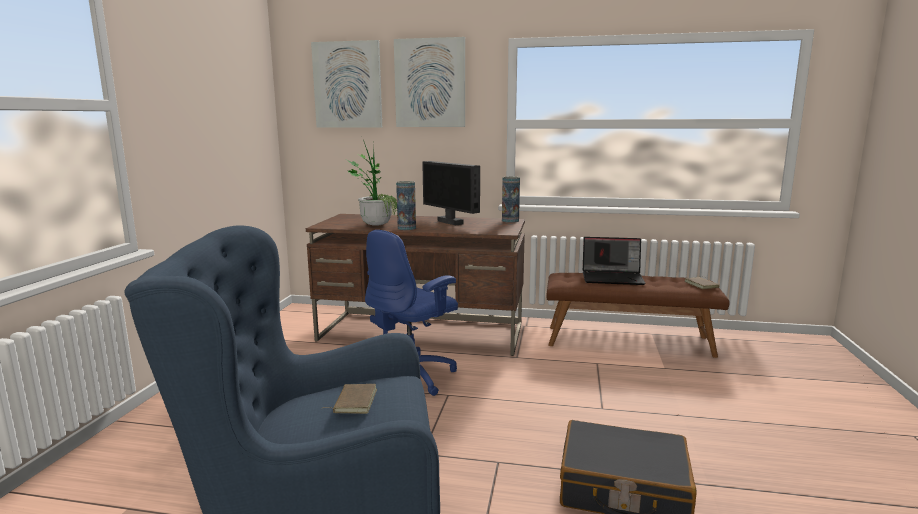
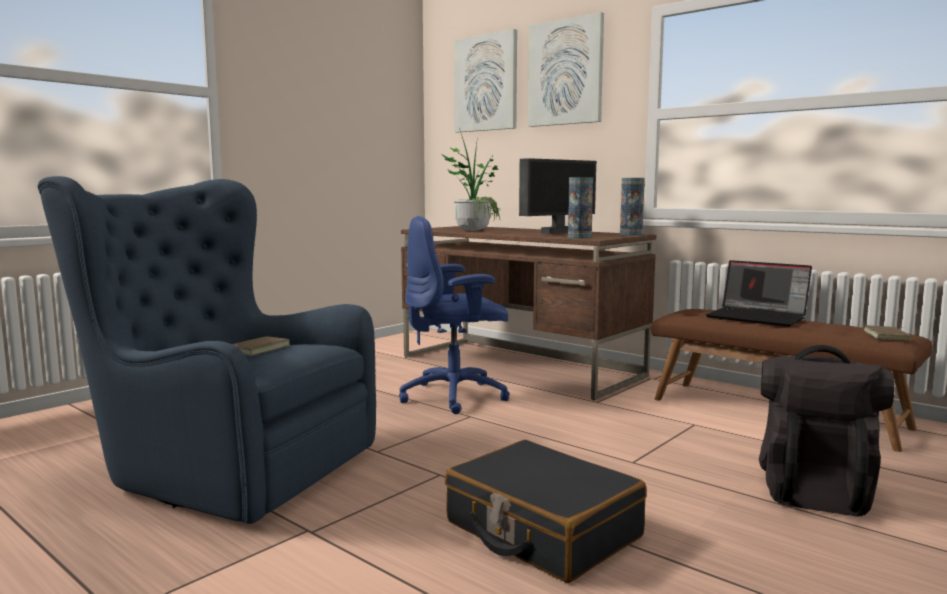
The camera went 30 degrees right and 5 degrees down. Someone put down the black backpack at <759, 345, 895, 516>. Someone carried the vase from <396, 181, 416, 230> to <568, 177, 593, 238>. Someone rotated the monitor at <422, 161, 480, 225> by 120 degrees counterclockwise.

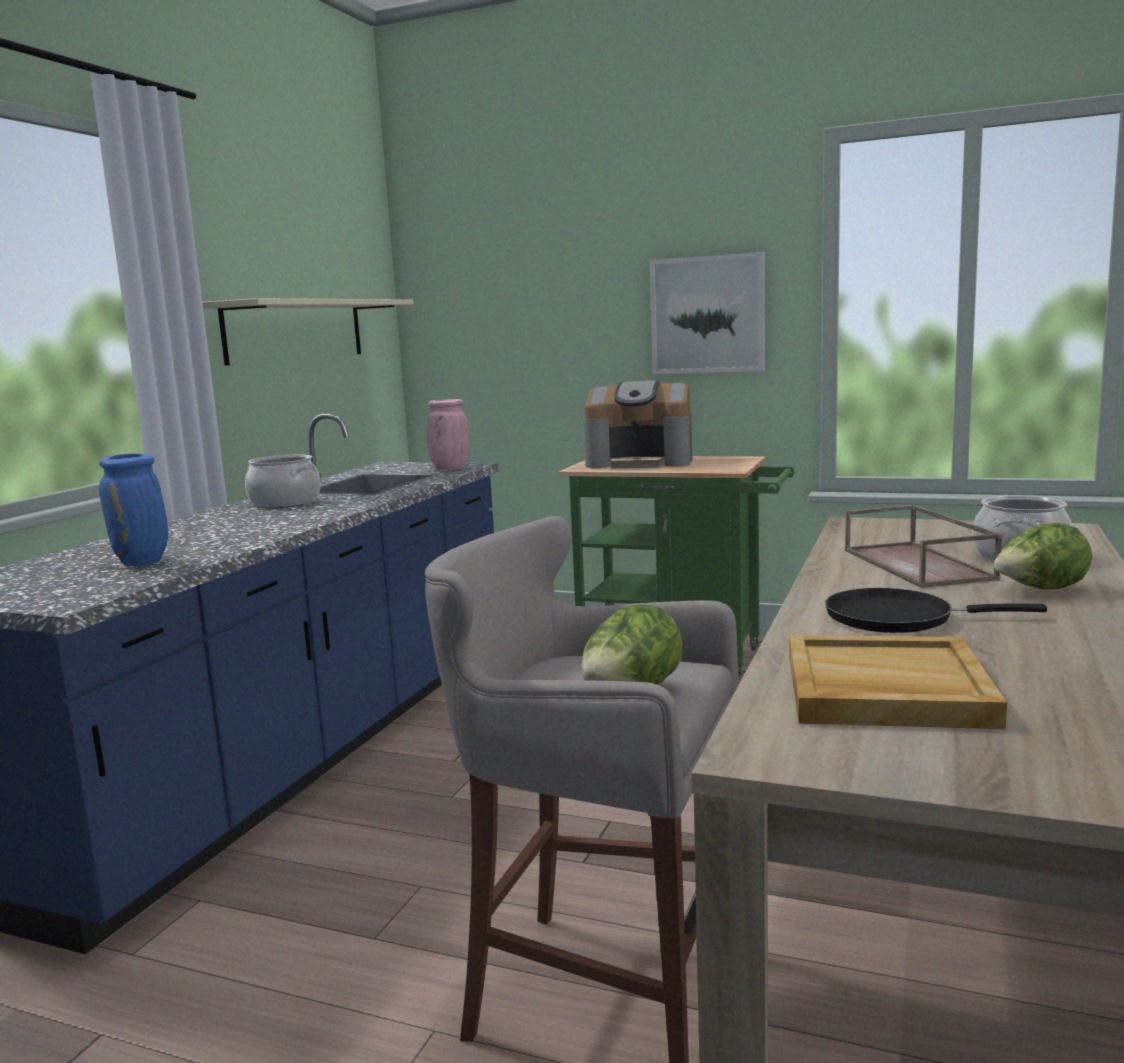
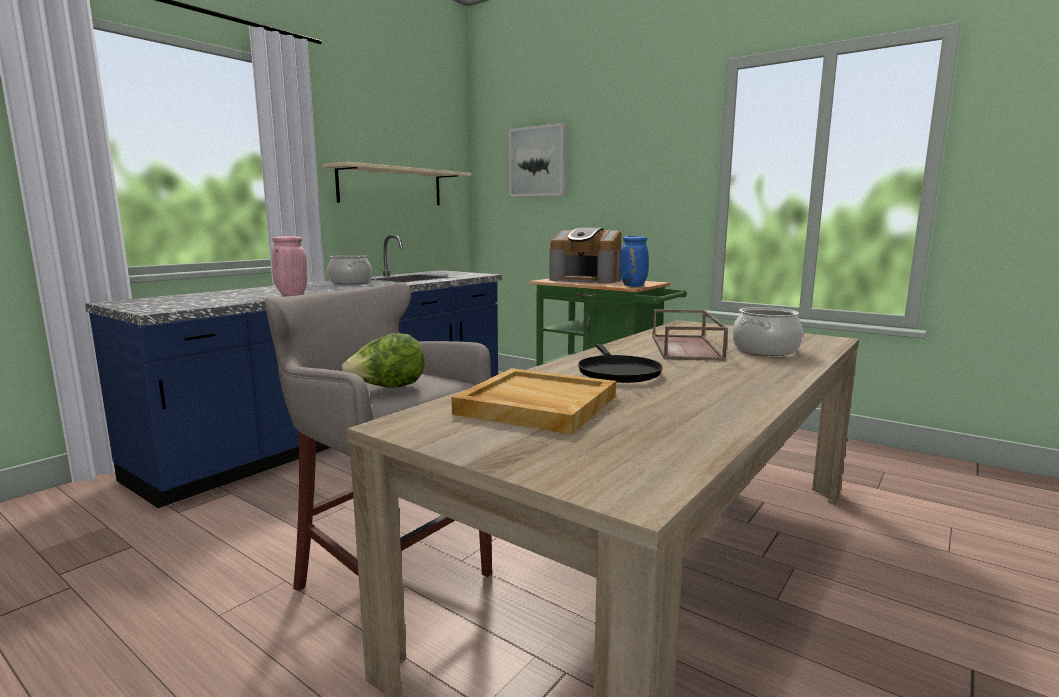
The camera went 15 degrees right and 0 degrees up. Someone took away the lettuce at <994, 523, 1092, 589>. Someone carried the blue vase from <99, 453, 168, 566> to <620, 236, 649, 287>. Someone carried the pink vase from <427, 399, 469, 470> to <272, 236, 307, 296>. Someone carried the picture from <650, 252, 765, 374> to <508, 123, 566, 197>. Someone rotated the black frying pan at <825, 588, 1047, 633> by 120 degrees counterclockwise.

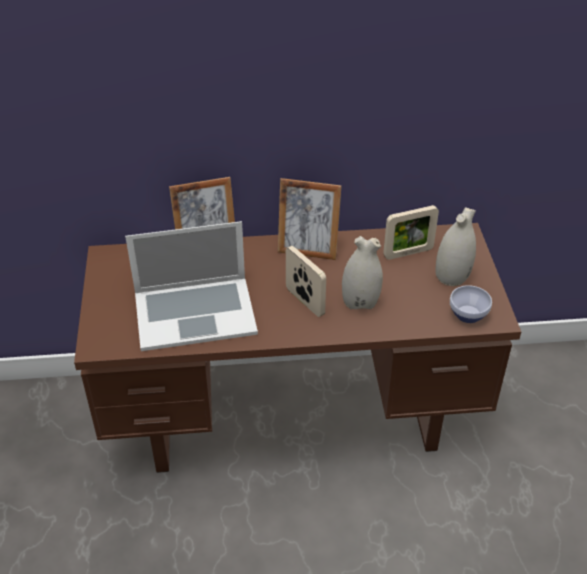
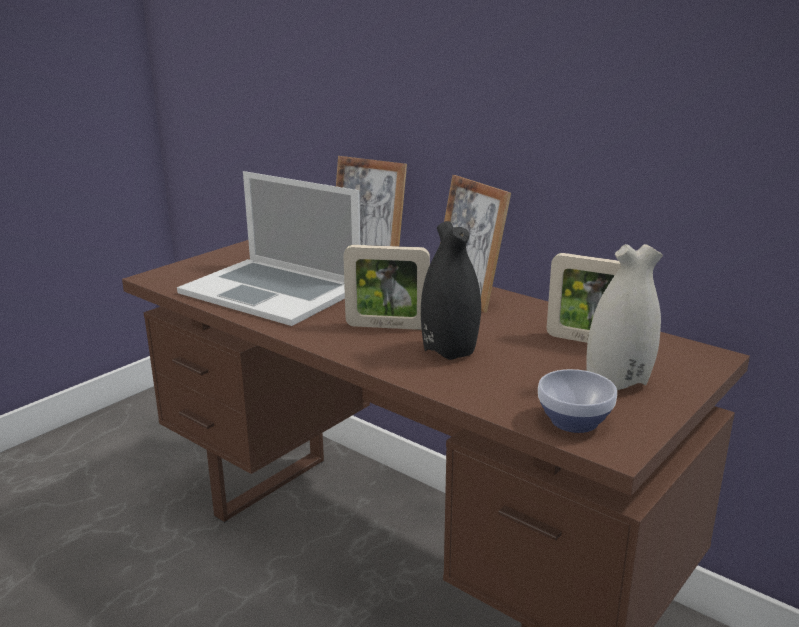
The camera went 45 degrees right and 20 degrees down. Someone repainted the white vase at <342, 236, 383, 309>, which became the black vase at <421, 221, 481, 360>. Someone rotated the picture frame at <286, 246, 326, 317> by 90 degrees clockwise.

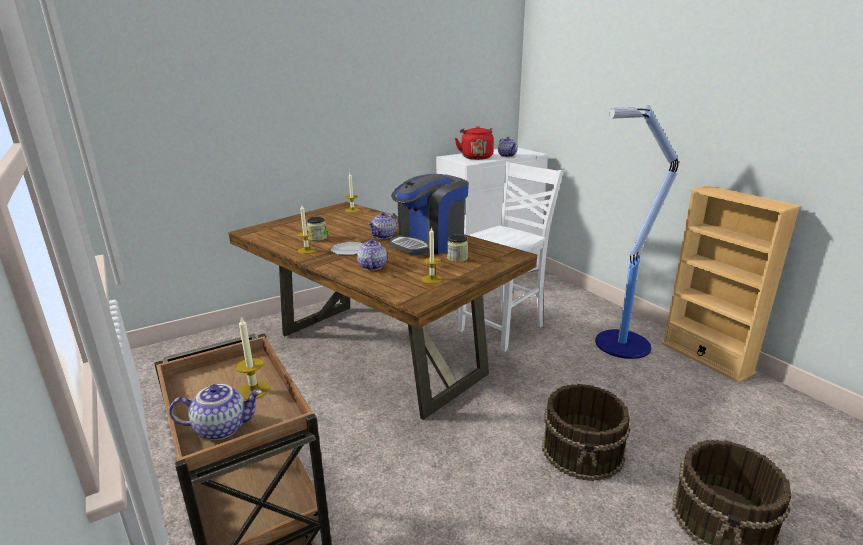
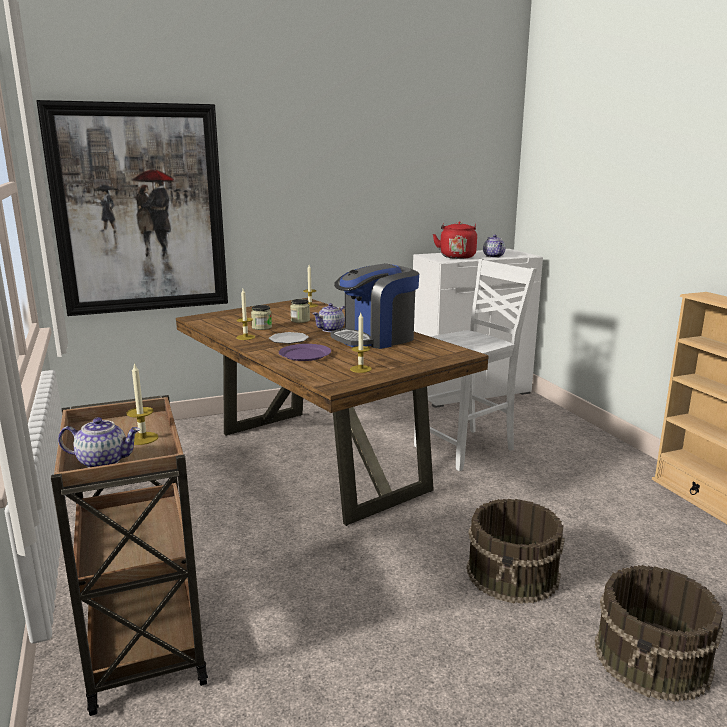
The camera went 10 degrees right and 5 degrees down. Someone took away the floor lamp at <595, 105, 678, 359>. Someone put up the picture at <36, 100, 228, 316>. Someone carried the jar from <447, 235, 468, 262> to <290, 299, 310, 323>. Someone swapped the teapot at <357, 238, 387, 270> for the purple plate at <279, 344, 331, 361>.

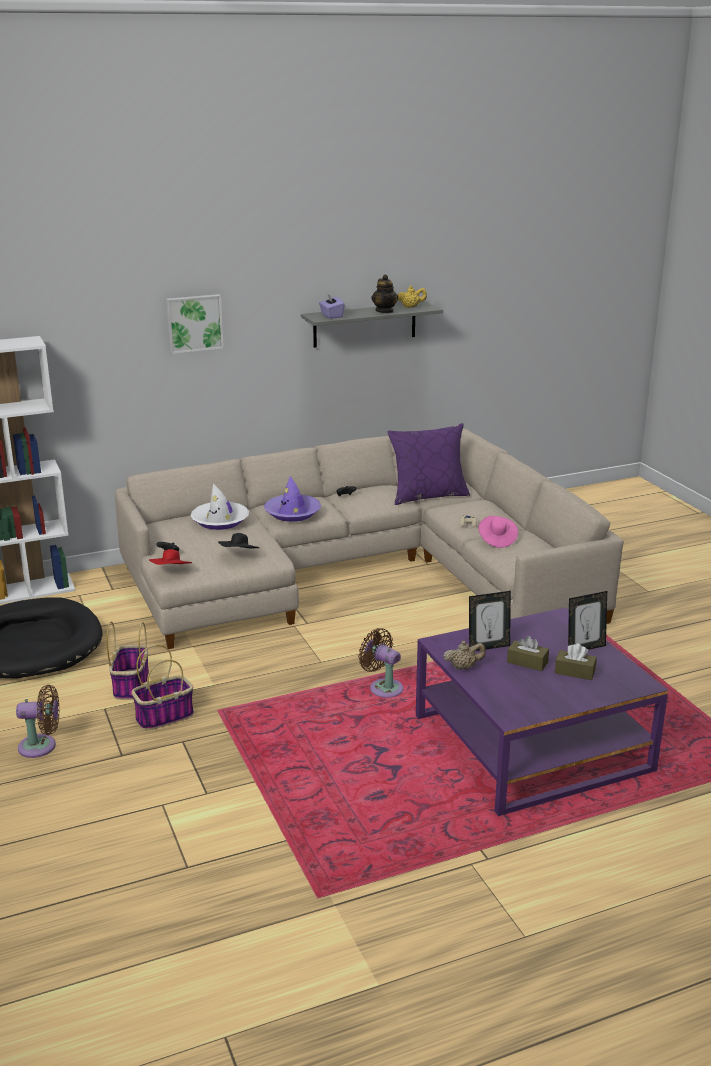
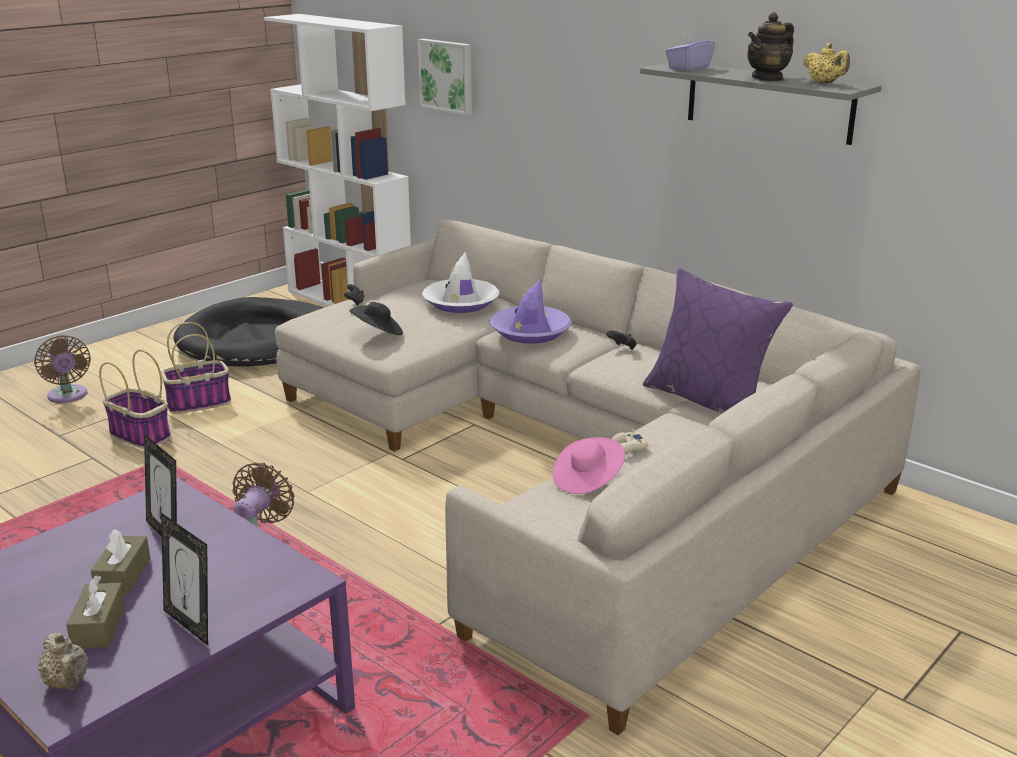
The camera went 65 degrees right and 0 degrees up. Someone took away the red hat at <149, 549, 192, 565>. Someone carried the picture from <166, 294, 224, 354> to <418, 39, 472, 115>. Someone carried the beige teapot from <443, 641, 486, 670> to <38, 633, 88, 690>.

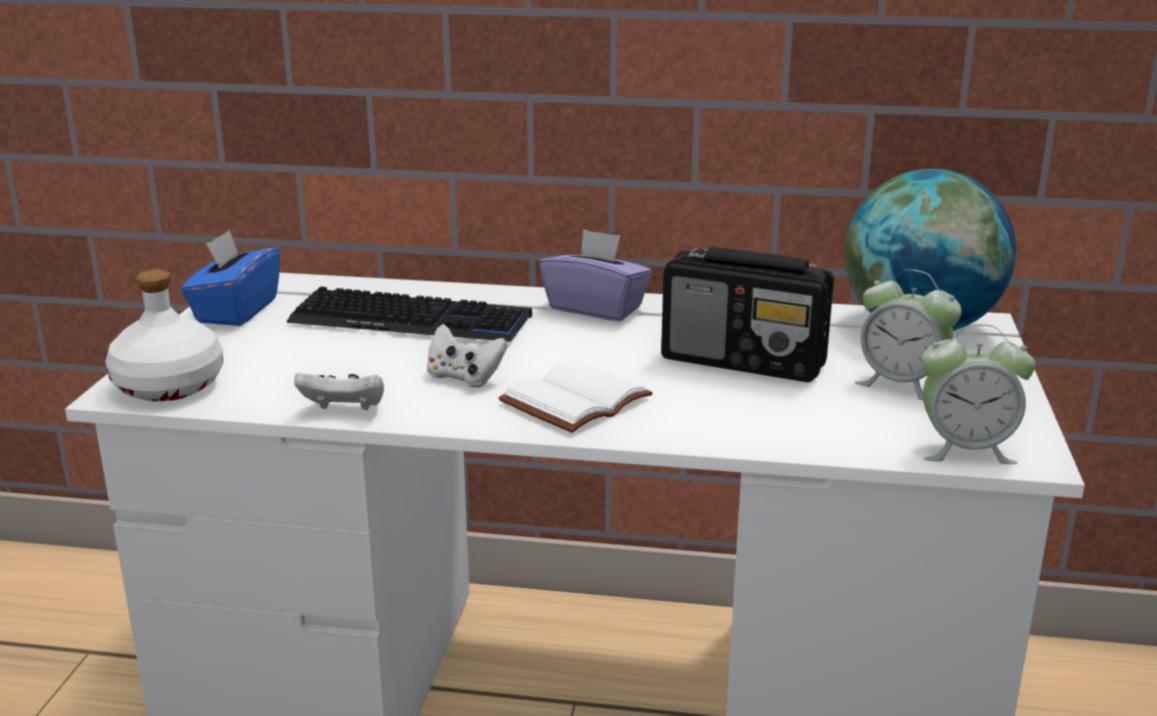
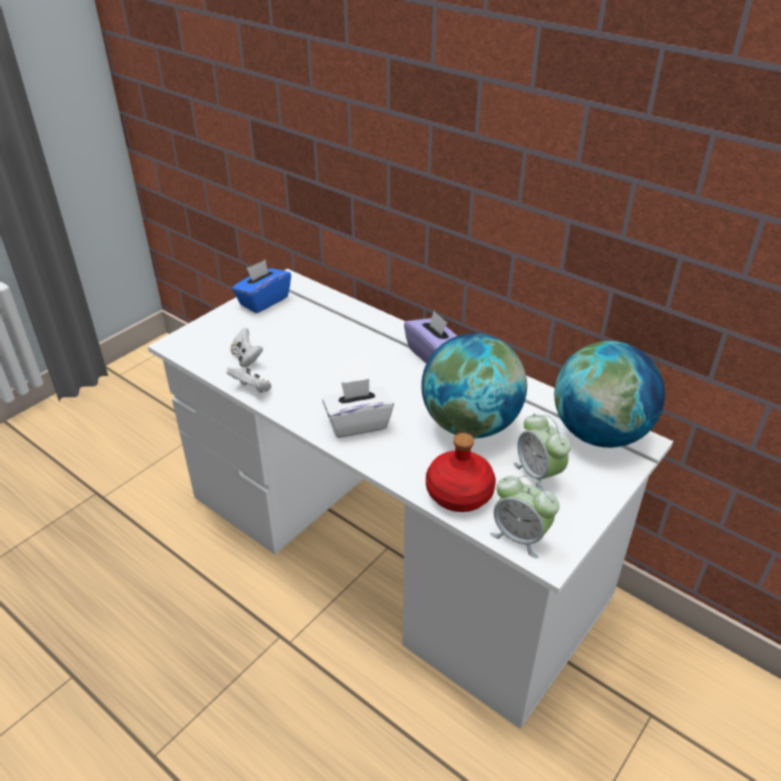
The camera went 30 degrees right and 15 degrees up. Someone took away the white bottle at <106, 269, 223, 402>. Someone took away the keyboard at <286, 287, 532, 342>. Someone put down the red bottle at <426, 433, 496, 512>. Someone carried the white game controller from <427, 324, 508, 387> to <230, 328, 263, 367>. Someone swapped the white book at <499, 360, 653, 433> for the white tissue box at <322, 379, 394, 438>. Someone swapped the radio at <661, 247, 834, 382> for the globe at <421, 333, 527, 438>.

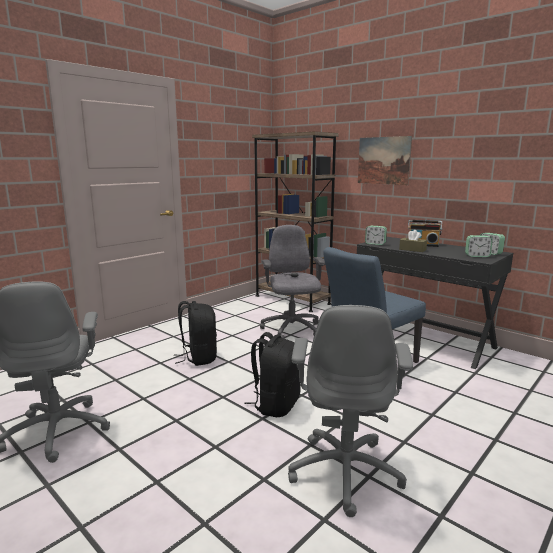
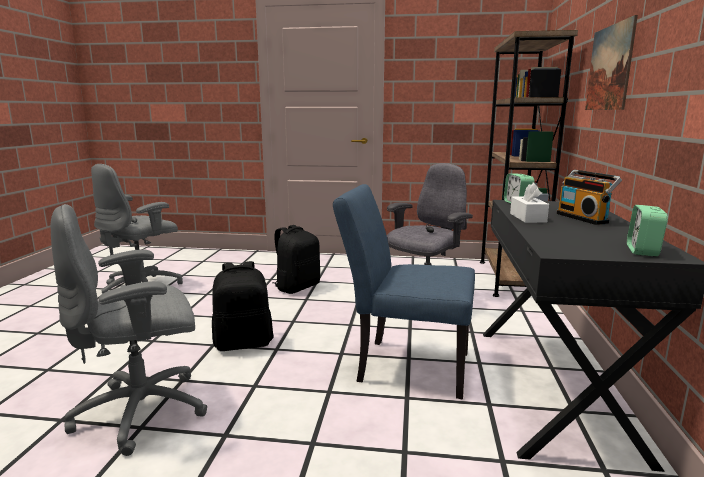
The camera went 55 degrees right and 0 degrees up. Someone took away the alarm clock at <465, 235, 493, 257>. Someone repainted the brown tissue box at <399, 230, 427, 252>, which became the white tissue box at <510, 183, 549, 223>.

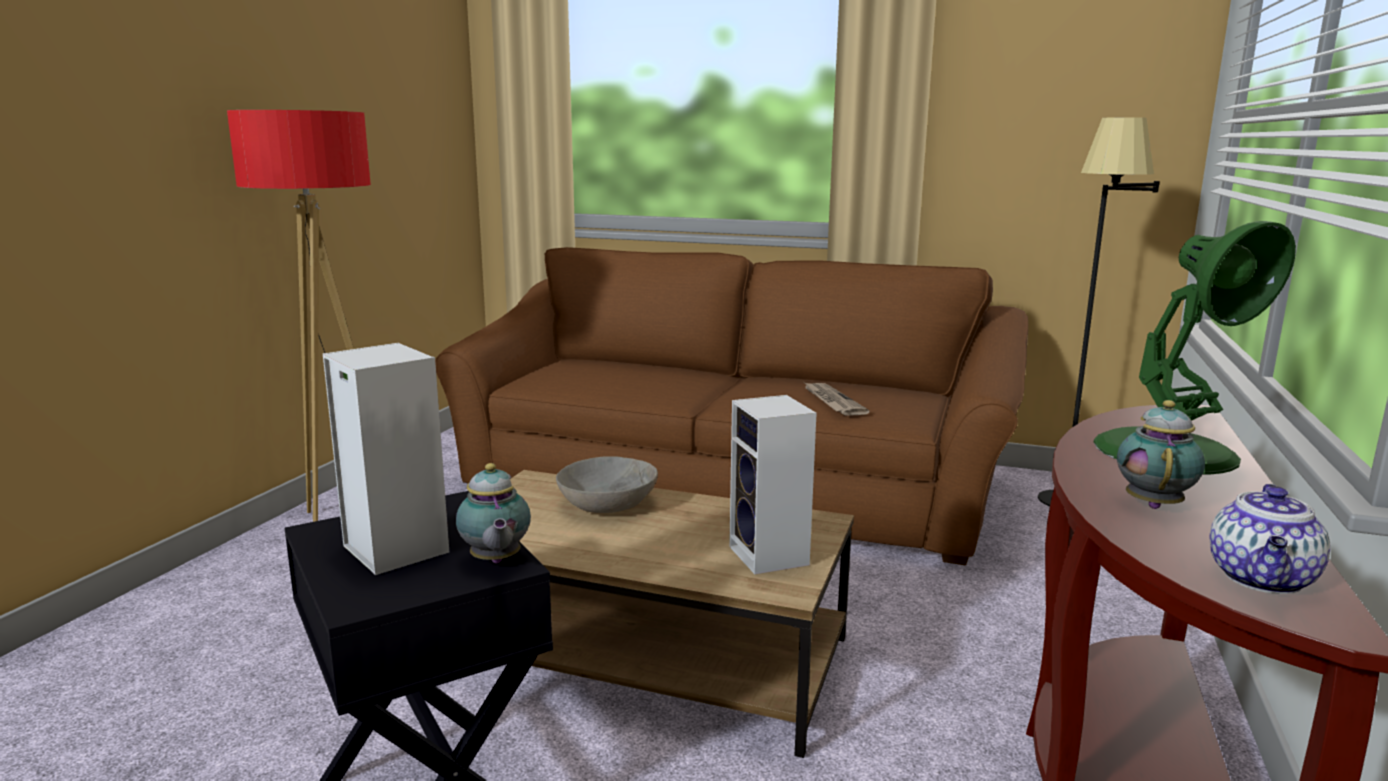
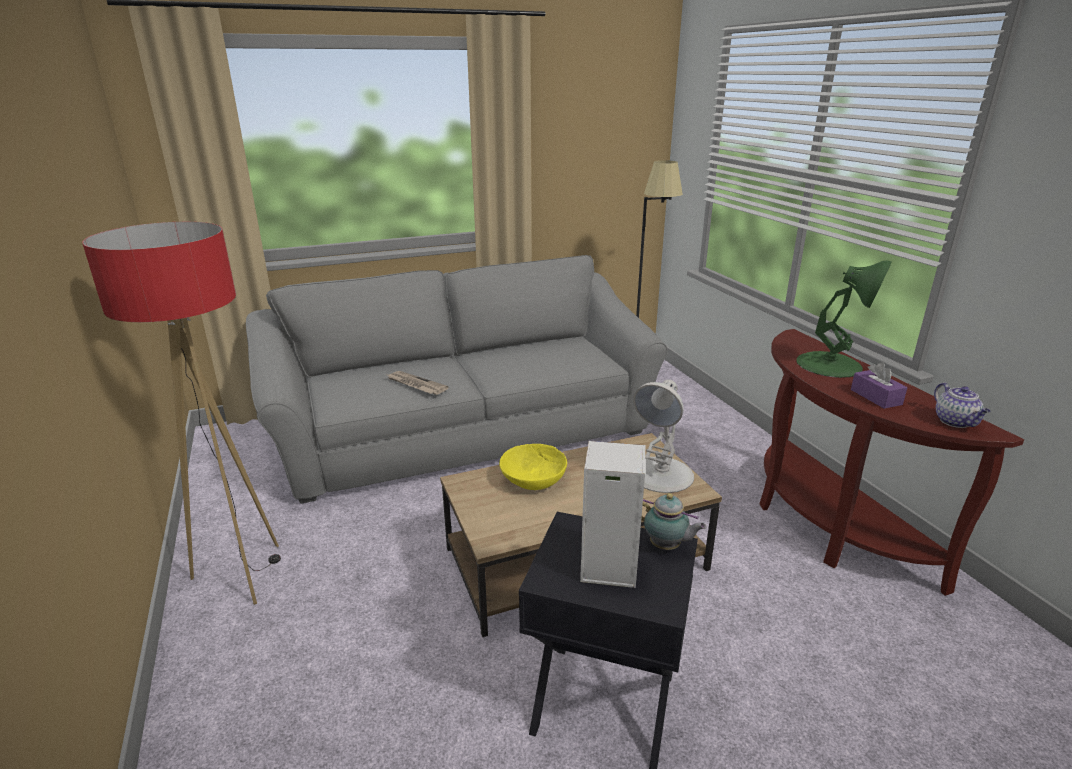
The camera went 40 degrees left and 10 degrees up. Someone carried the newspaper from <804, 382, 869, 416> to <388, 371, 449, 395>. Someone swapped the speaker at <729, 395, 816, 575> for the white table lamp at <633, 379, 694, 493>. Someone swapped the teapot at <1117, 400, 1205, 509> for the purple tissue box at <851, 362, 907, 409>. Someone repainted the brown sofa at <435, 247, 1028, 565>, which became the grey sofa at <246, 255, 668, 504>. Someone repainted the grey bowl at <556, 456, 658, 513>, which became the yellow bowl at <499, 444, 567, 490>.

